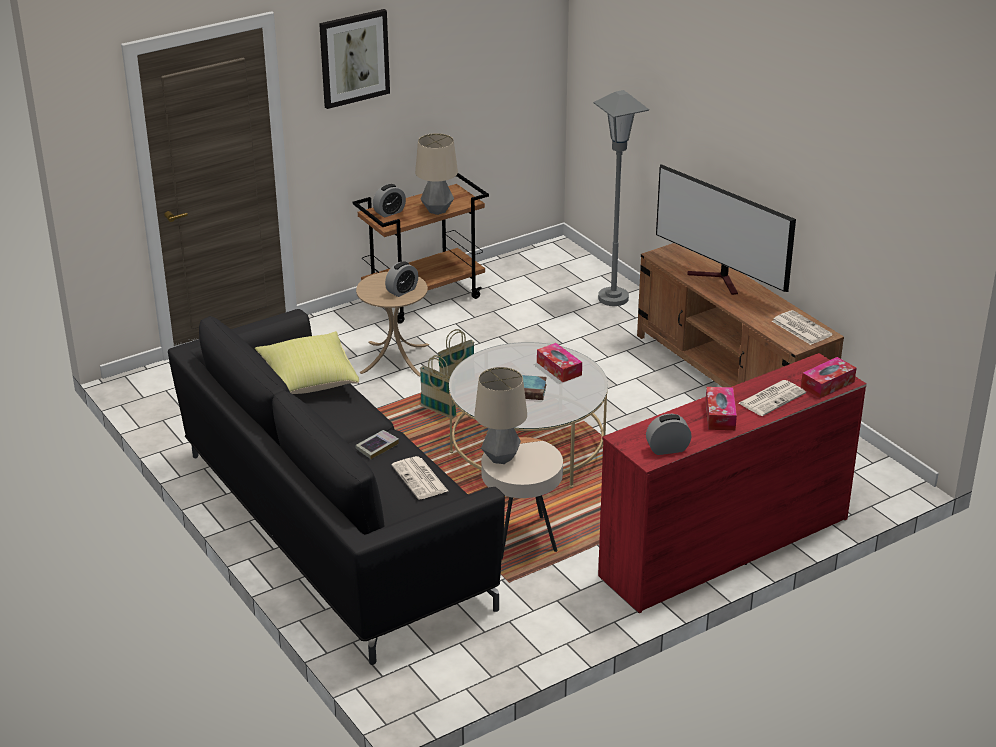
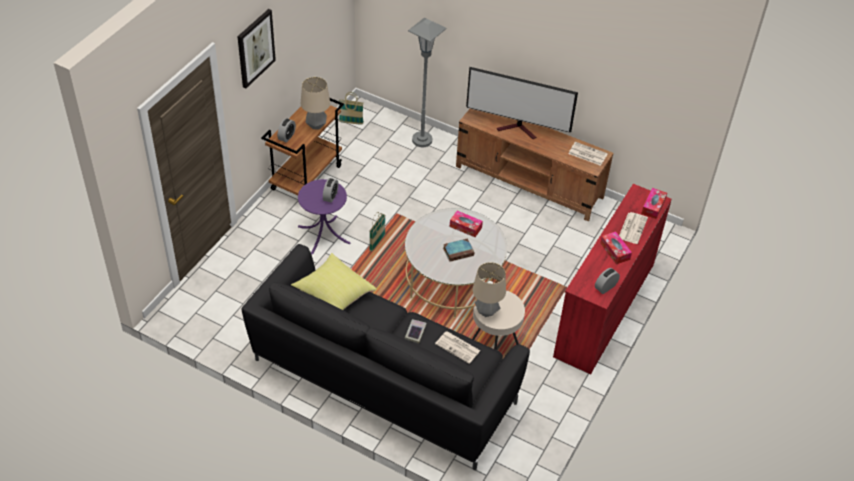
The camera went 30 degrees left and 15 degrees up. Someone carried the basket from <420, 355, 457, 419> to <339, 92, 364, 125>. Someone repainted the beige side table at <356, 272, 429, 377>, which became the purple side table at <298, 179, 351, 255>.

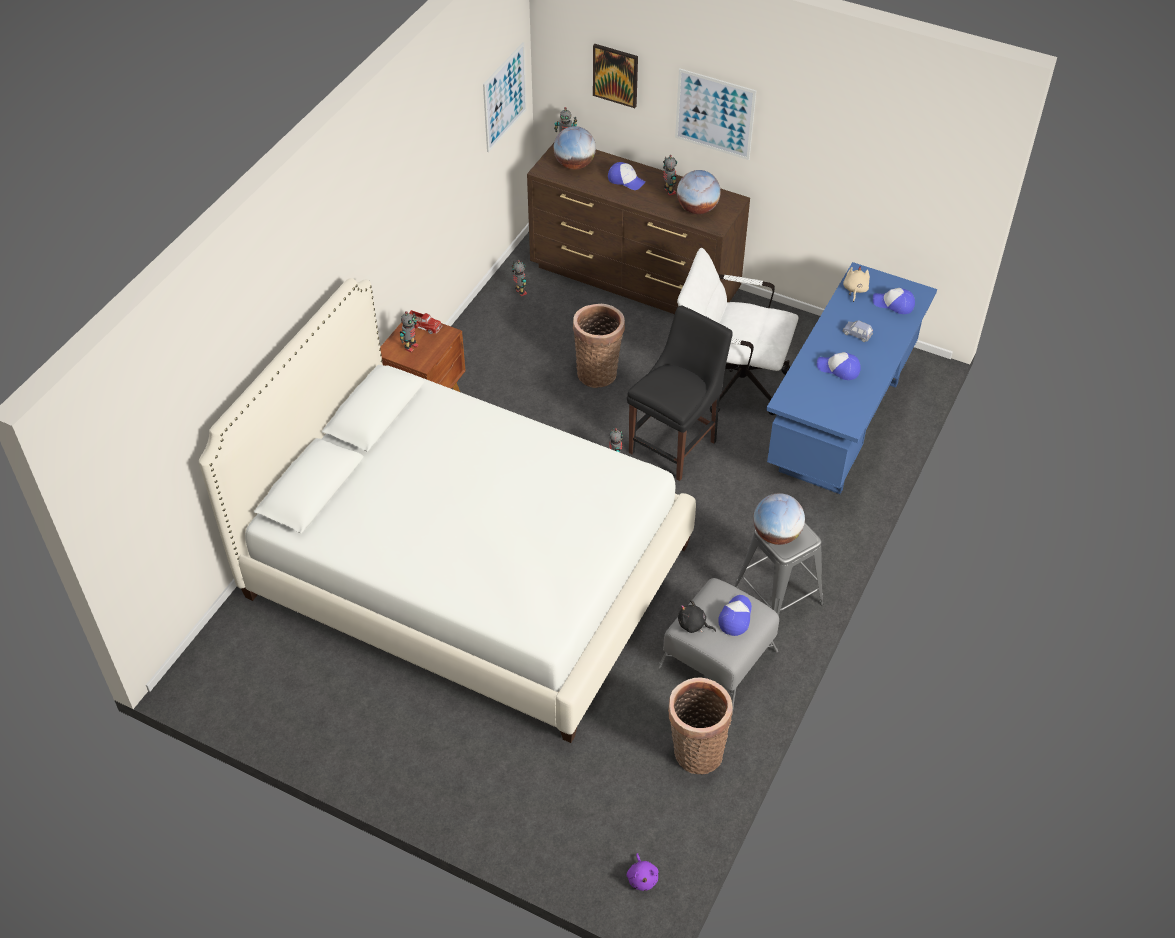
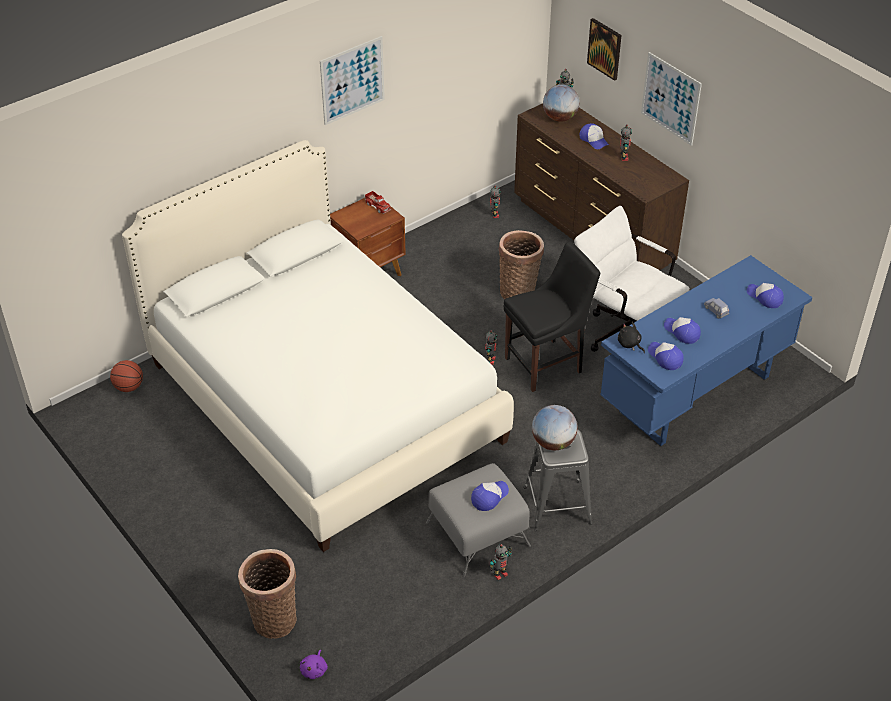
The camera went 25 degrees right and 5 degrees down. Someone took away the globe at <677, 170, 721, 214>. Someone took away the beige plush toy at <843, 266, 870, 302>. Someone put down the basketball at <110, 360, 143, 392>. Someone put down the cap at <648, 342, 684, 370>. Someone carried the toy robot from <400, 311, 419, 353> to <490, 544, 512, 580>. Someone carried the picture from <483, 42, 527, 152> to <320, 36, 385, 125>. Someone carried the basket from <668, 677, 733, 774> to <238, 549, 297, 639>. Someone carried the black plush toy from <678, 600, 716, 633> to <618, 322, 645, 353>.

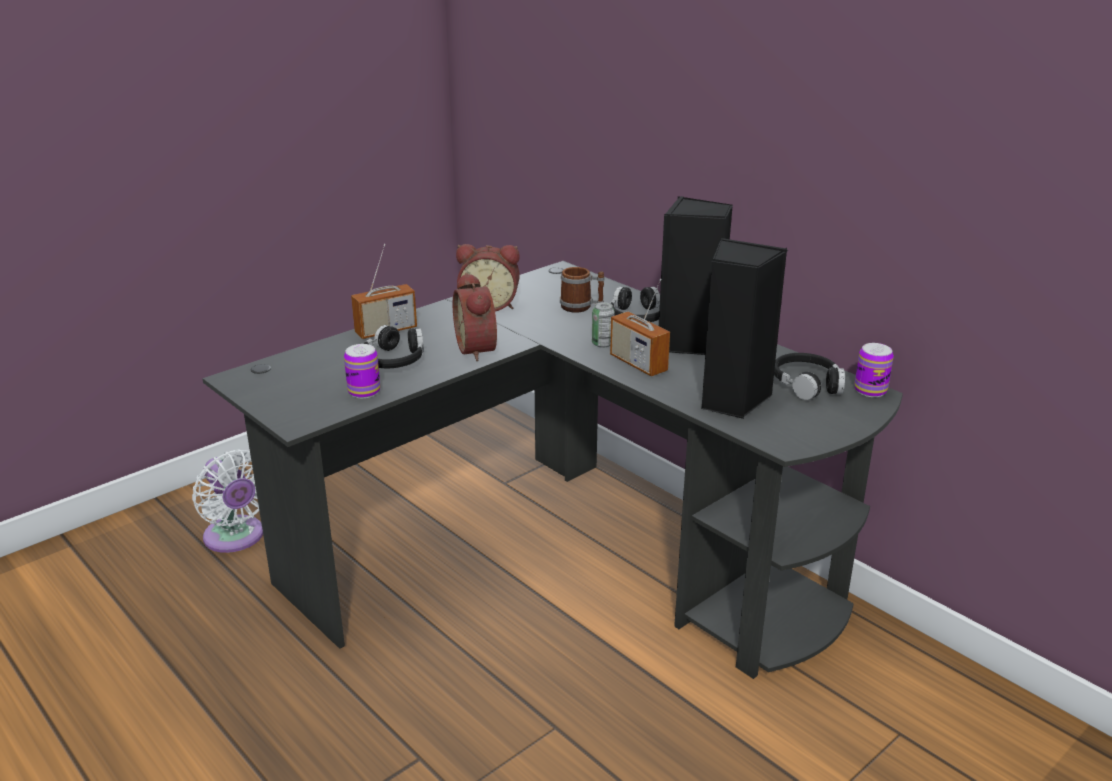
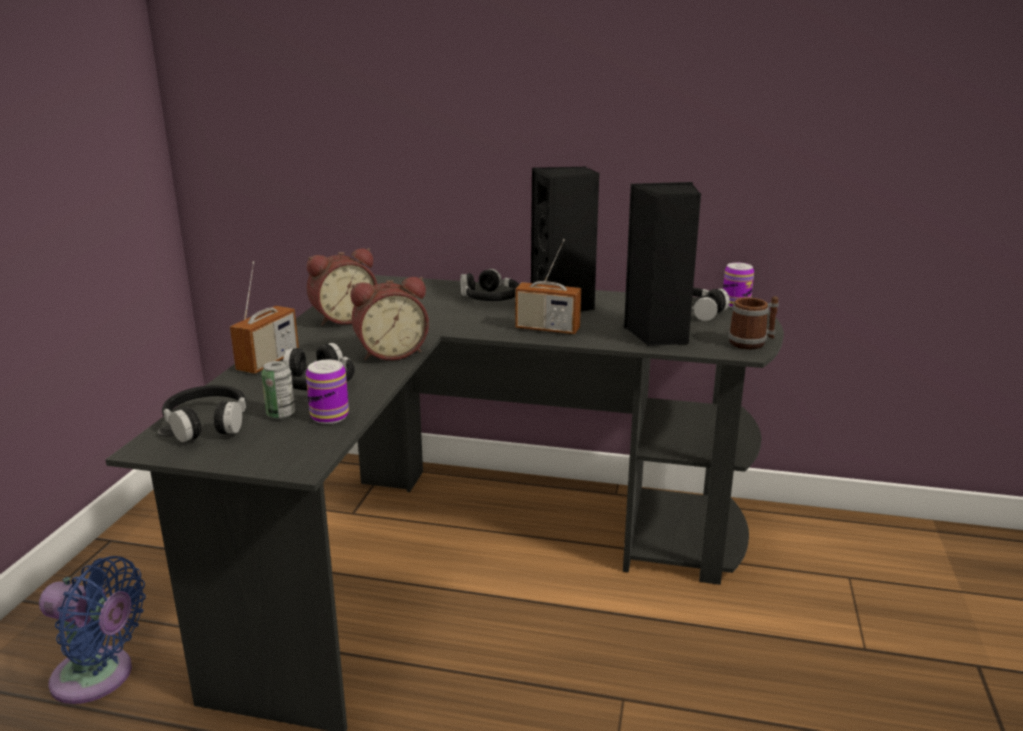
The camera went 35 degrees left and 5 degrees down. Someone put down the black headphones at <162, 385, 246, 442>. Someone carried the mug from <560, 267, 605, 312> to <728, 296, 779, 350>. Someone carried the can from <592, 302, 615, 348> to <261, 361, 295, 419>. Someone repainted the white fan at <192, 449, 263, 553>, which became the blue fan at <39, 556, 146, 704>. Someone rotated the alarm clock at <453, 272, 497, 361> by 60 degrees counterclockwise.

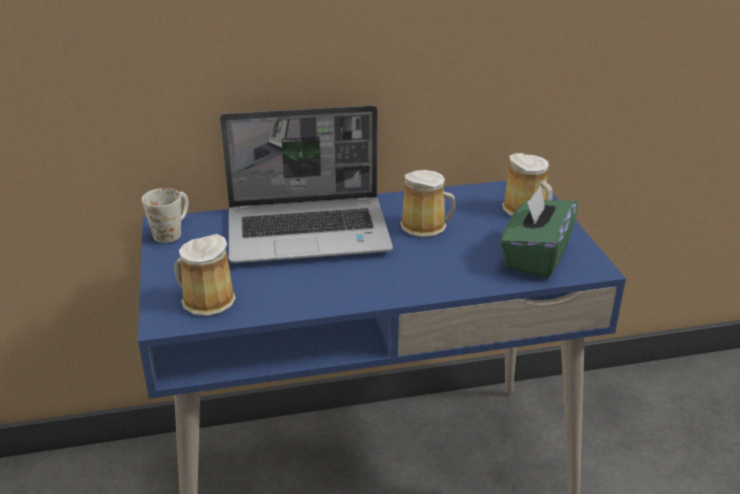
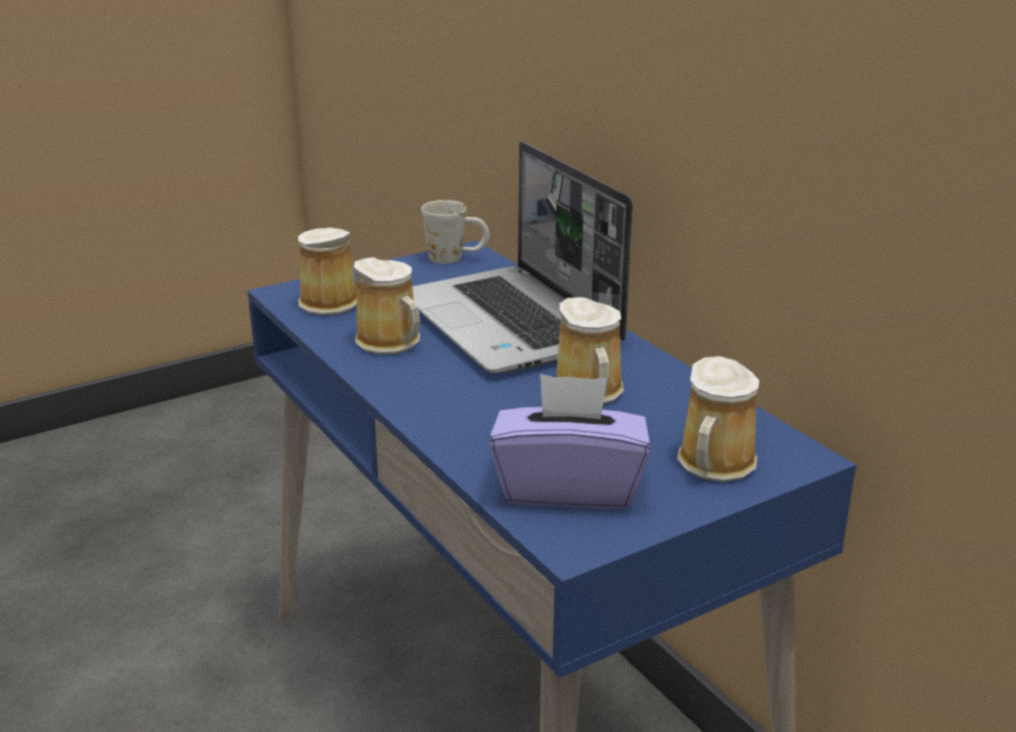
The camera went 70 degrees right and 5 degrees down. Someone put down the mug at <354, 257, 420, 354>. Someone repainted the green tissue box at <500, 185, 579, 278>, which became the purple tissue box at <489, 374, 650, 509>.

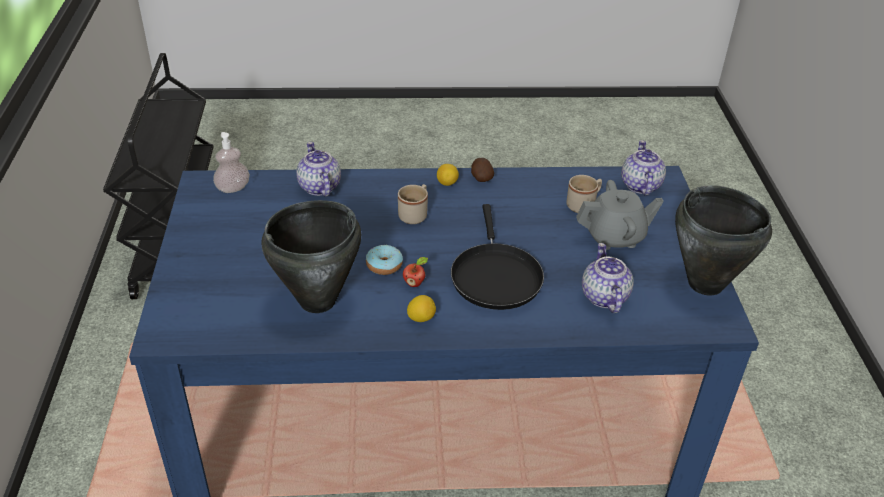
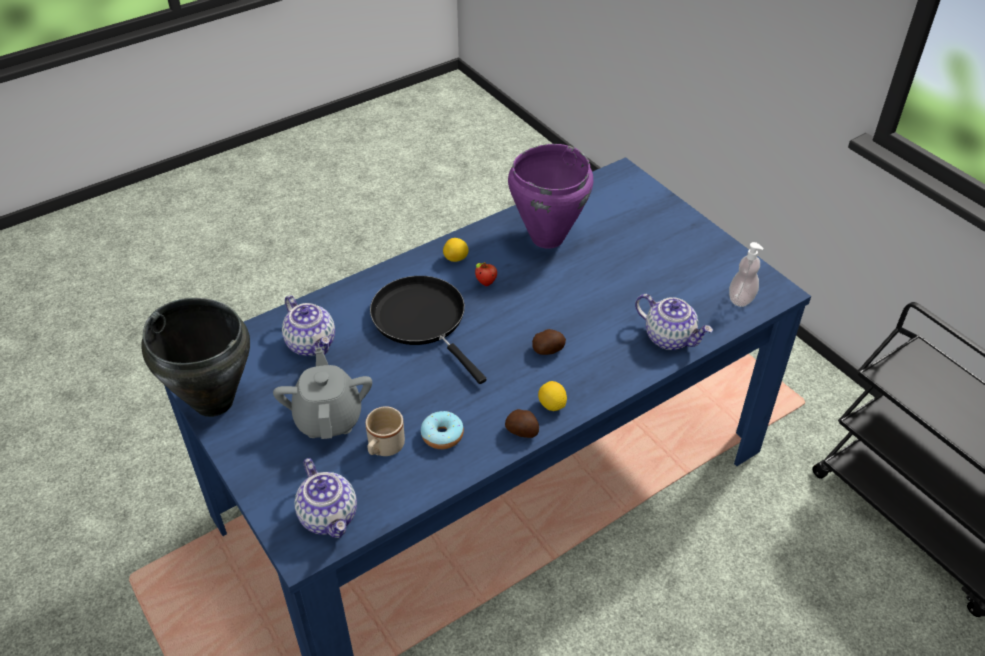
The camera went 150 degrees right and 5 degrees up. Someone carried the donut from <366, 245, 403, 275> to <421, 411, 464, 449>. Someone swapped the beige mug at <398, 184, 428, 224> for the potato at <532, 329, 566, 355>. Someone repainted the black cooking pot at <262, 200, 361, 313>, which became the purple cooking pot at <508, 144, 593, 249>. Someone rotated the grey teapot at <576, 180, 664, 250> by 120 degrees clockwise.

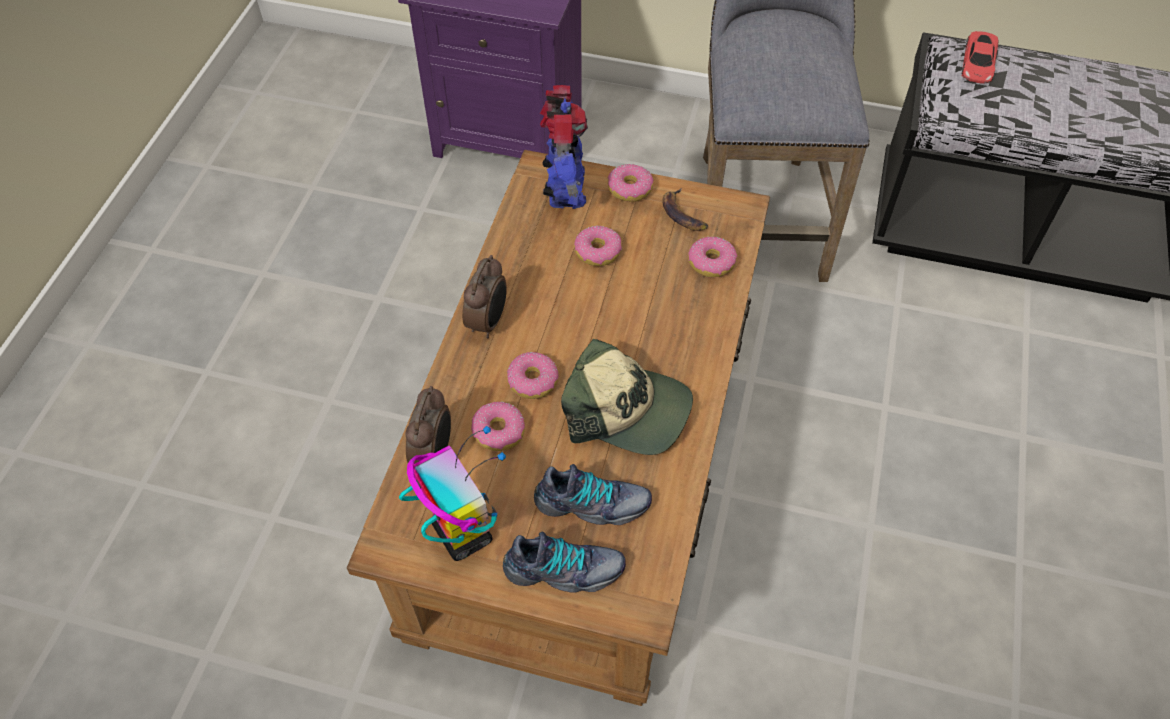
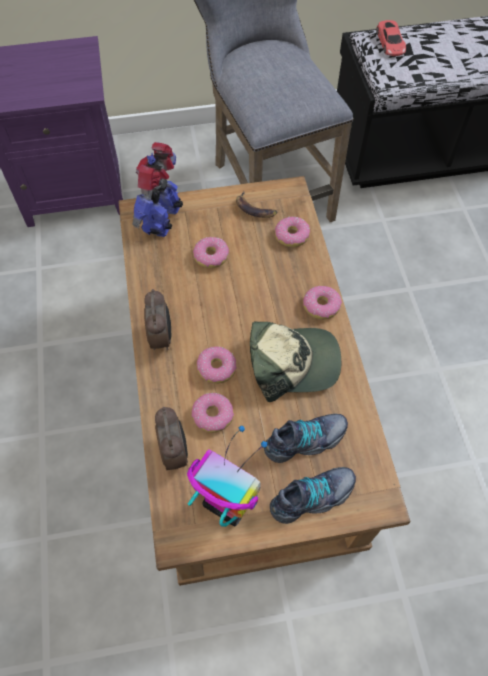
The camera went 25 degrees left and 5 degrees up. Someone carried the donut from <607, 164, 654, 202> to <303, 286, 342, 320>. Someone rotated the toy robot at <540, 85, 588, 209> by 135 degrees counterclockwise.

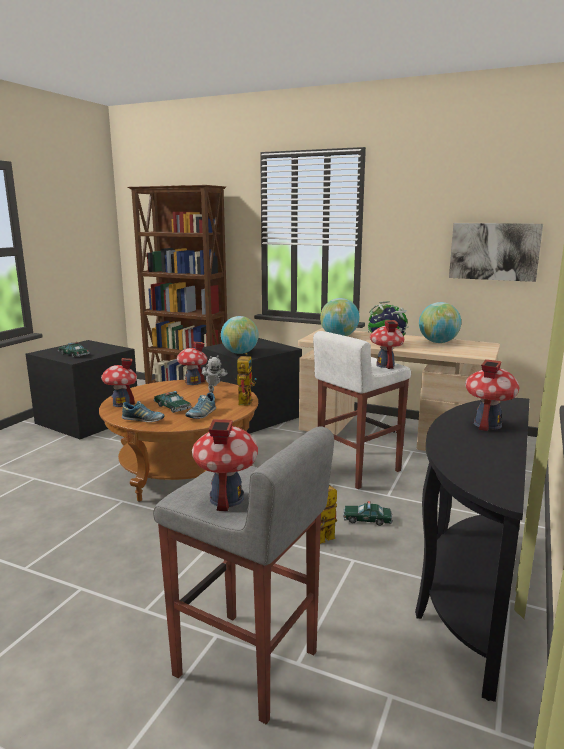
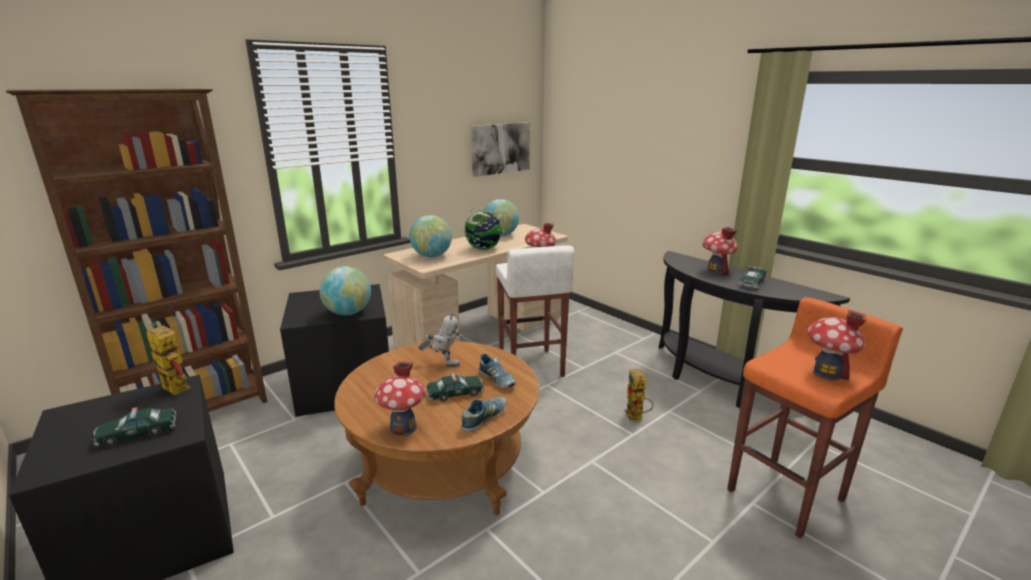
The camera went 65 degrees left and 5 degrees up. Someone took away the toy house at <177, 342, 207, 385>. Someone carried the toy robot from <235, 353, 257, 406> to <140, 323, 191, 395>. Someone carried the toy car from <343, 501, 392, 526> to <738, 266, 767, 289>. Someone repainted the grey stool at <153, 426, 334, 725>, which became the orange stool at <727, 297, 903, 538>.

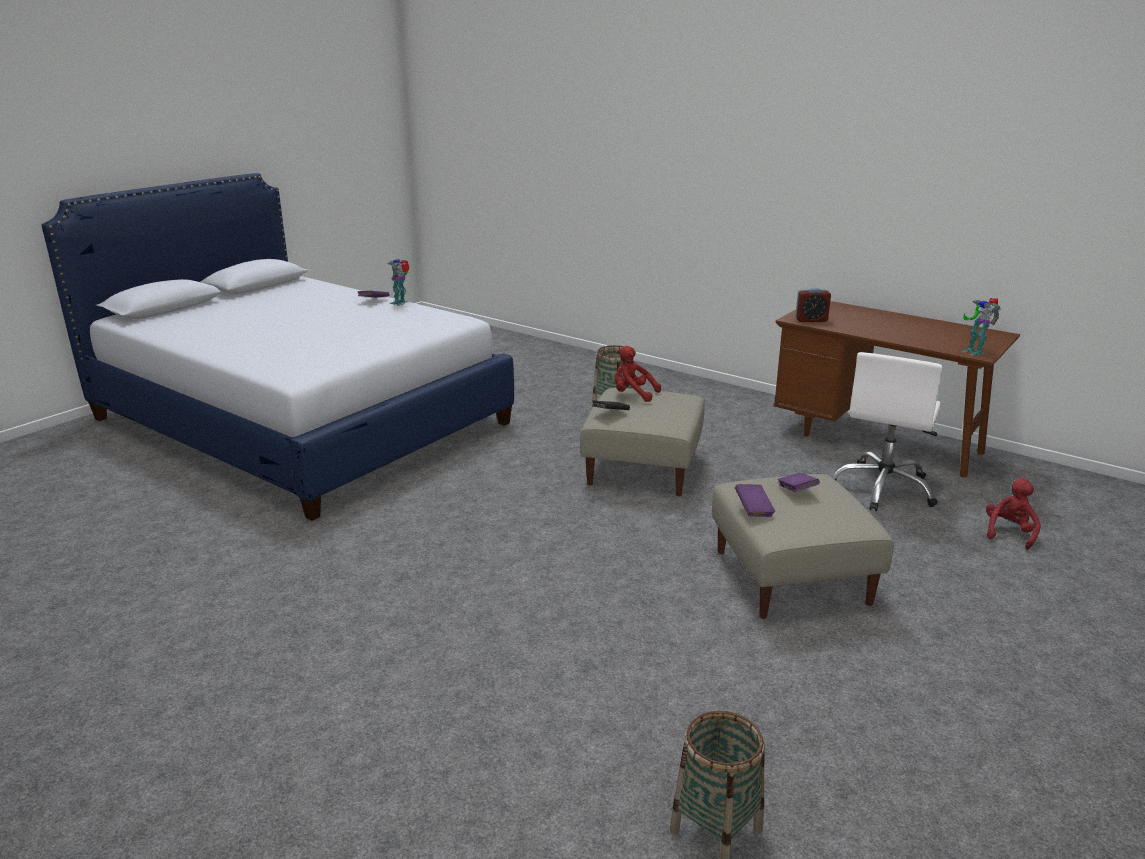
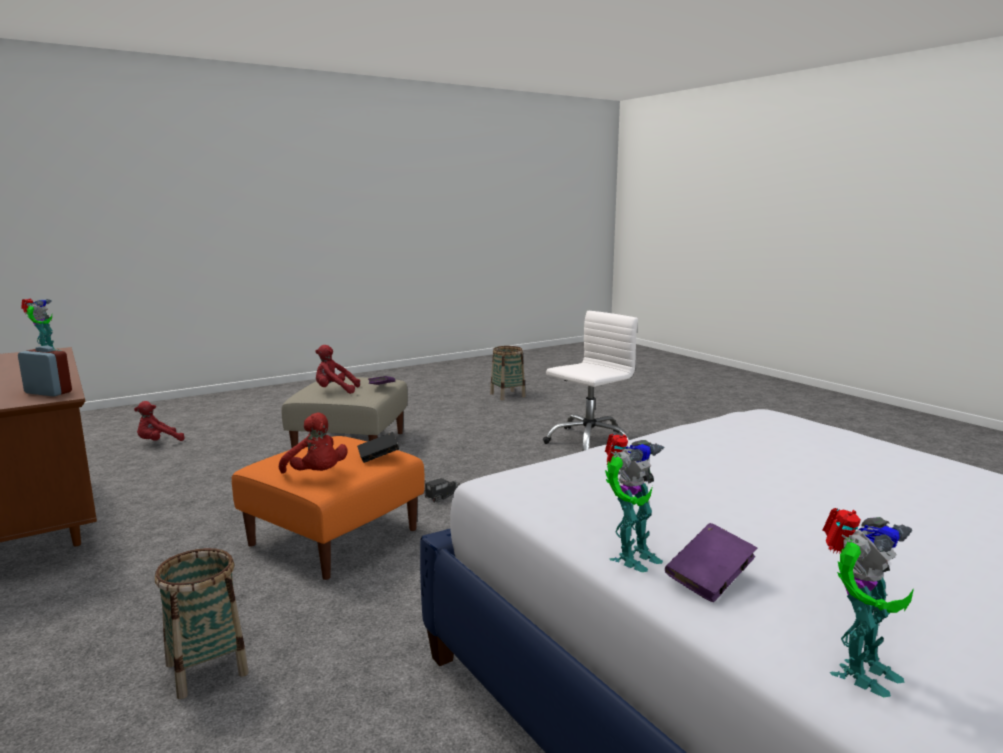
The camera went 160 degrees left and 10 degrees down. Someone put down the toy truck at <424, 478, 460, 502>. Someone put down the toy robot at <823, 508, 914, 697>. Someone carried the white office chair from <832, 352, 942, 511> to <543, 311, 638, 451>. Someone swapped the purple book at <778, 473, 820, 492> for the red plush toy at <315, 345, 360, 394>. Someone repainted the beige ottoman at <580, 388, 705, 496>, which became the orange ottoman at <232, 436, 425, 580>.

